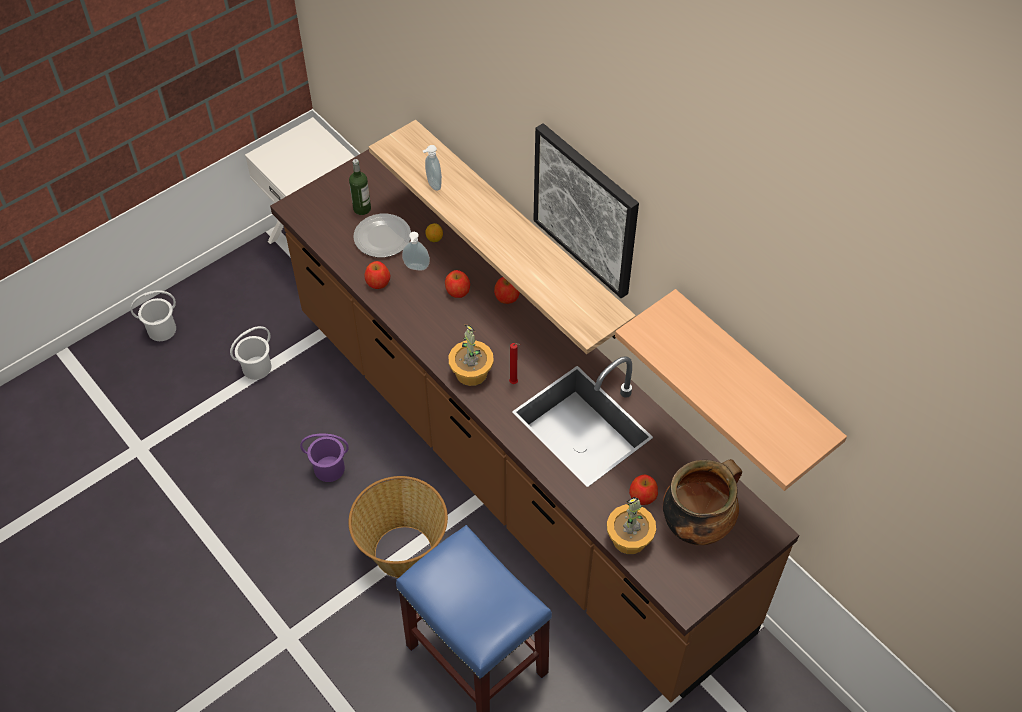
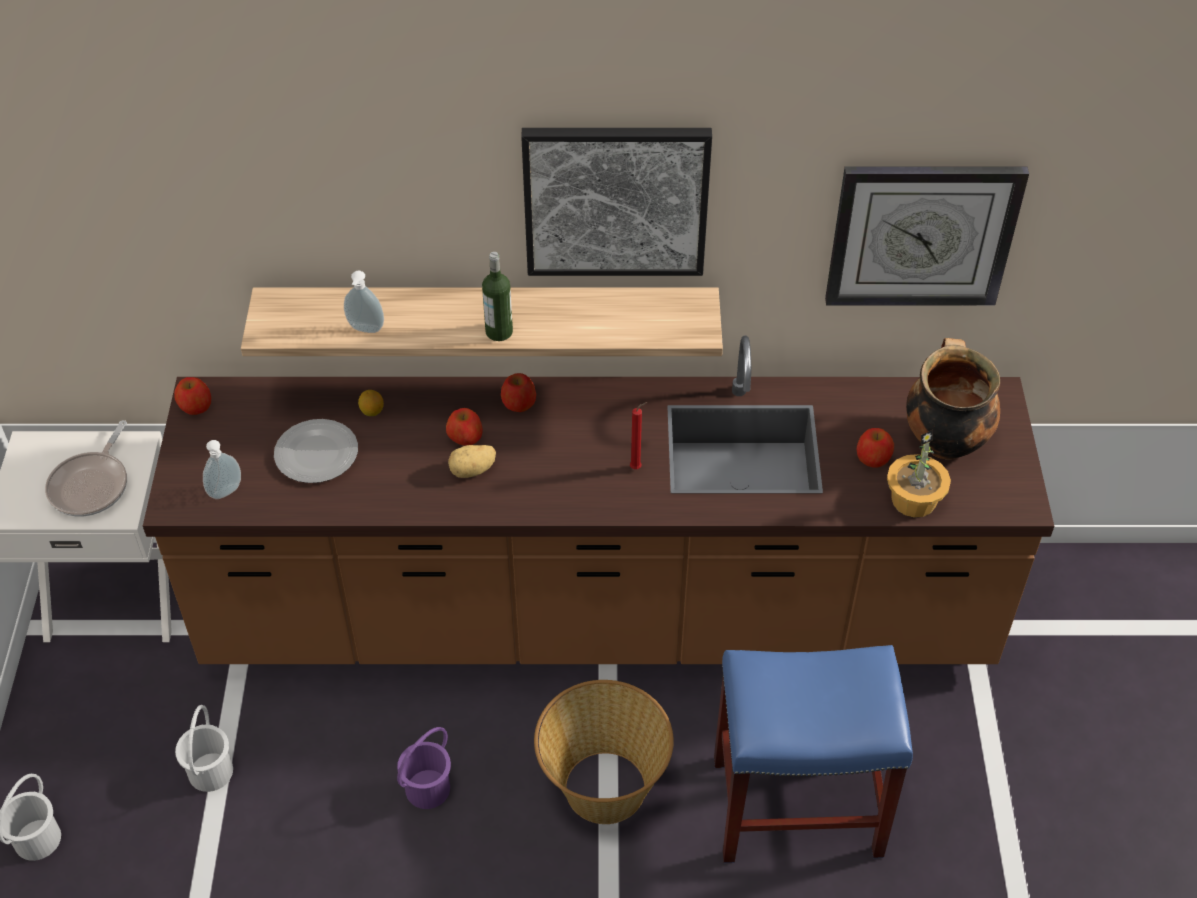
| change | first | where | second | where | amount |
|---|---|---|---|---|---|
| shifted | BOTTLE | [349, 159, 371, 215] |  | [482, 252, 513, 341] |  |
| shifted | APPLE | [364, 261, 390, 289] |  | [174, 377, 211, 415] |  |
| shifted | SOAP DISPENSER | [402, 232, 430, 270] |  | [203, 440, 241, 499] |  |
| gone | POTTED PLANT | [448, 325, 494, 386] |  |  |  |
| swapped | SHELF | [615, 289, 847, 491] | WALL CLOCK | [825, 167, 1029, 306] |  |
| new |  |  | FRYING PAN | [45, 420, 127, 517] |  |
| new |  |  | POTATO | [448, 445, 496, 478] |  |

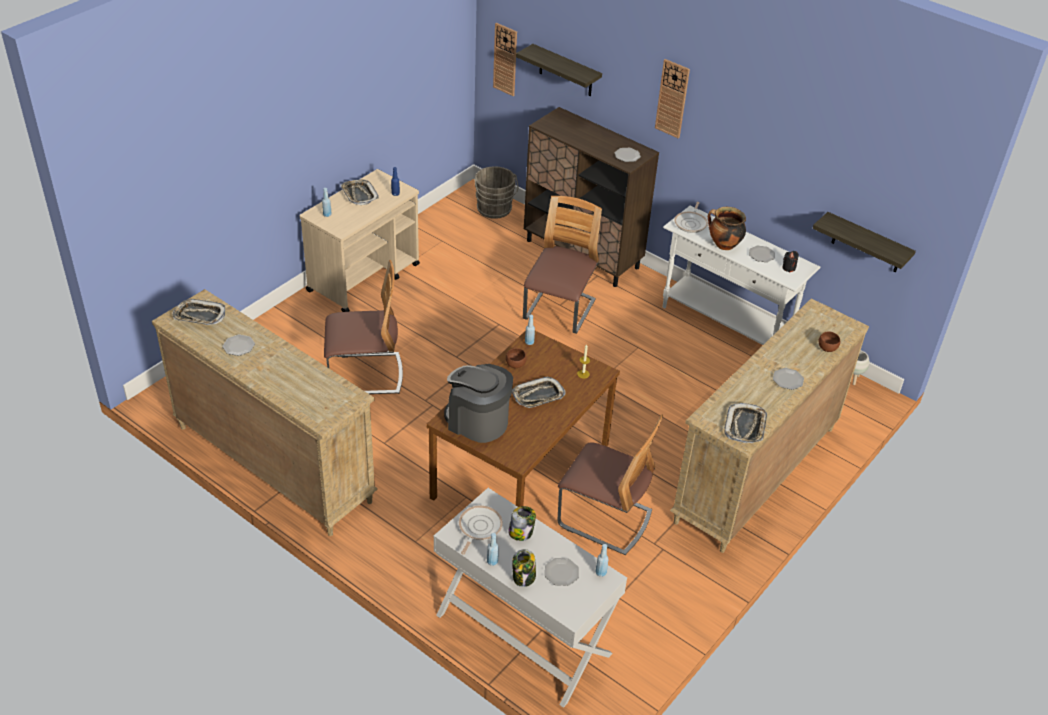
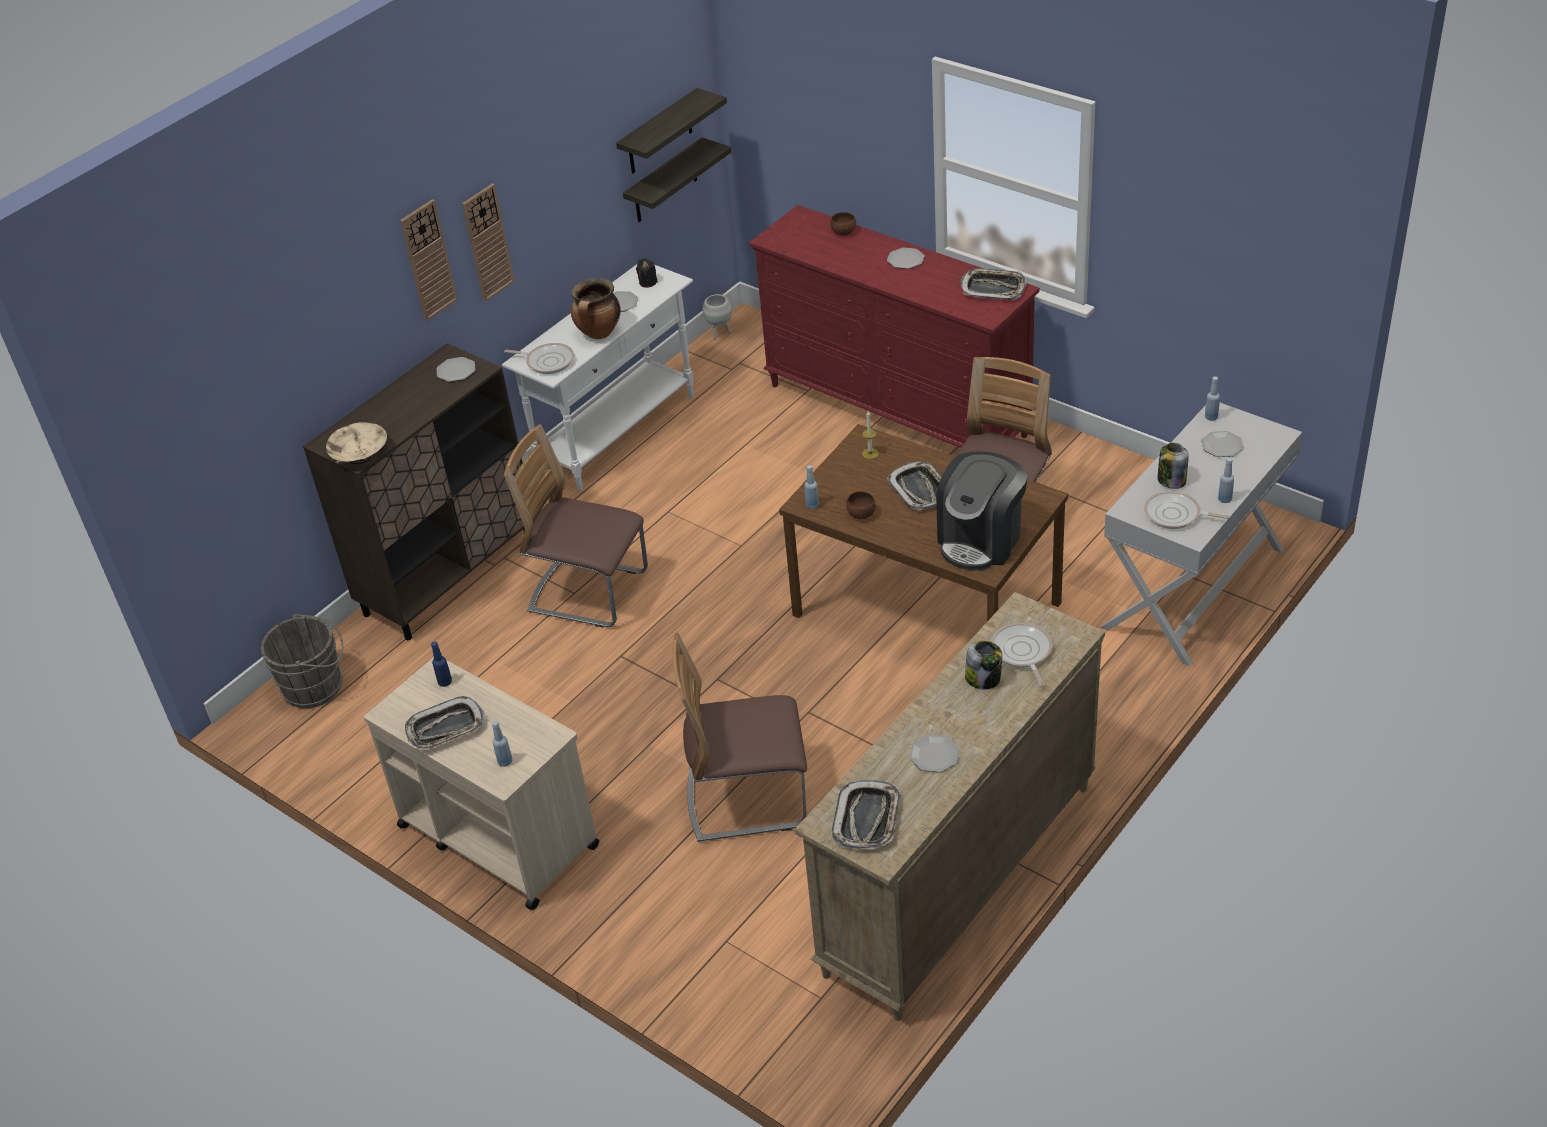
| change | first | where | second | where | amount |
|---|---|---|---|---|---|
| rotated | CHAIR | [324, 260, 403, 394] |  | [672, 632, 807, 842] | 90 degrees counterclockwise |
| shifted | WALL CLOCK | [493, 23, 517, 96] |  | [462, 183, 515, 302] |  |
| shifted | JAR | [512, 549, 536, 587] |  | [965, 641, 1002, 689] |  |
| shifted | SHELF | [516, 44, 602, 96] |  | [616, 88, 727, 174] |  |
| repainted | BEIGE DRESSER | [670, 298, 869, 553] | RED DRESSER | [749, 205, 1040, 448] |  |
| new |  |  | BEIGE BOWL | [326, 422, 387, 464] |  |
| new |  |  | FRYING PAN | [991, 622, 1053, 687] |  |

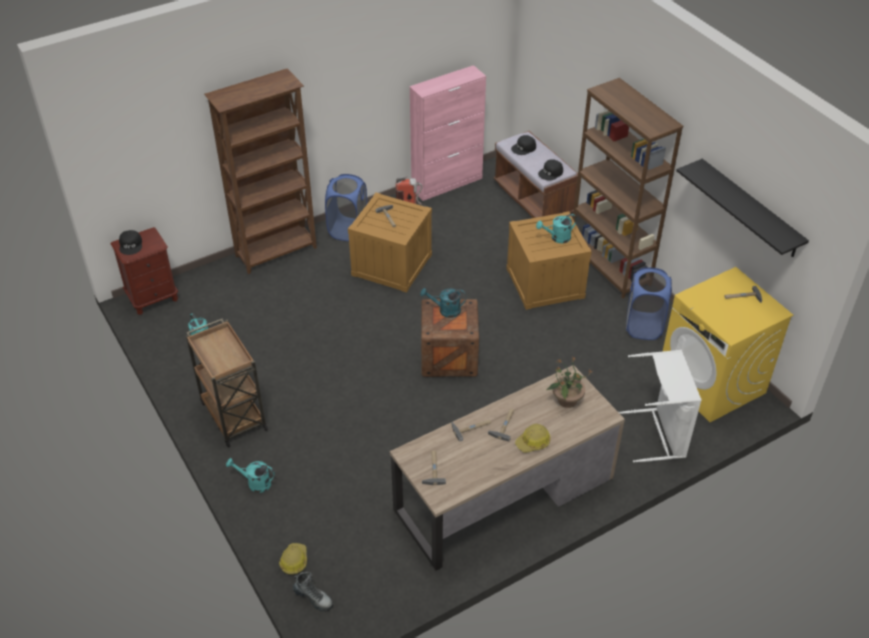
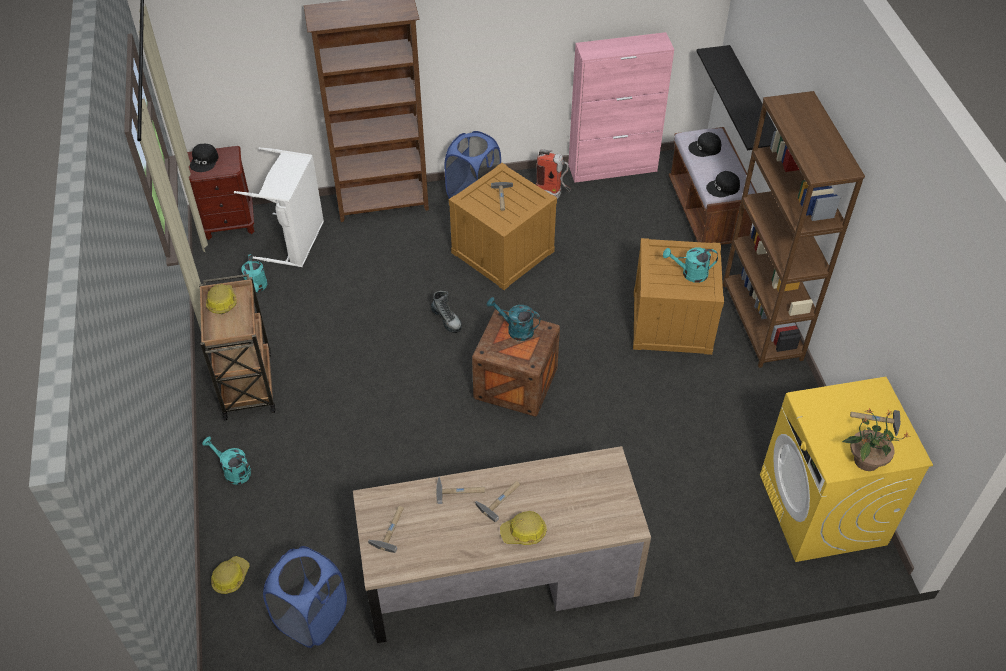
| change | first | where | second | where | amount |
|---|---|---|---|---|---|
| shifted | BOOT | [293, 572, 333, 612] |  | [431, 291, 462, 333] |  |
| shifted | POTTED PLANT | [547, 356, 591, 408] |  | [842, 407, 910, 471] |  |
| shifted | WHITE LAUNDRY BASKET | [619, 350, 702, 462] |  | [234, 147, 324, 267] |  |
| shifted | BLUE LAUNDRY BASKET | [626, 267, 672, 340] |  | [263, 546, 347, 648] |  |
| shifted | BLACK SHELF | [676, 159, 809, 257] |  | [697, 45, 777, 150] |  |
| new |  |  | HARD HAT | [206, 284, 236, 314] |  |

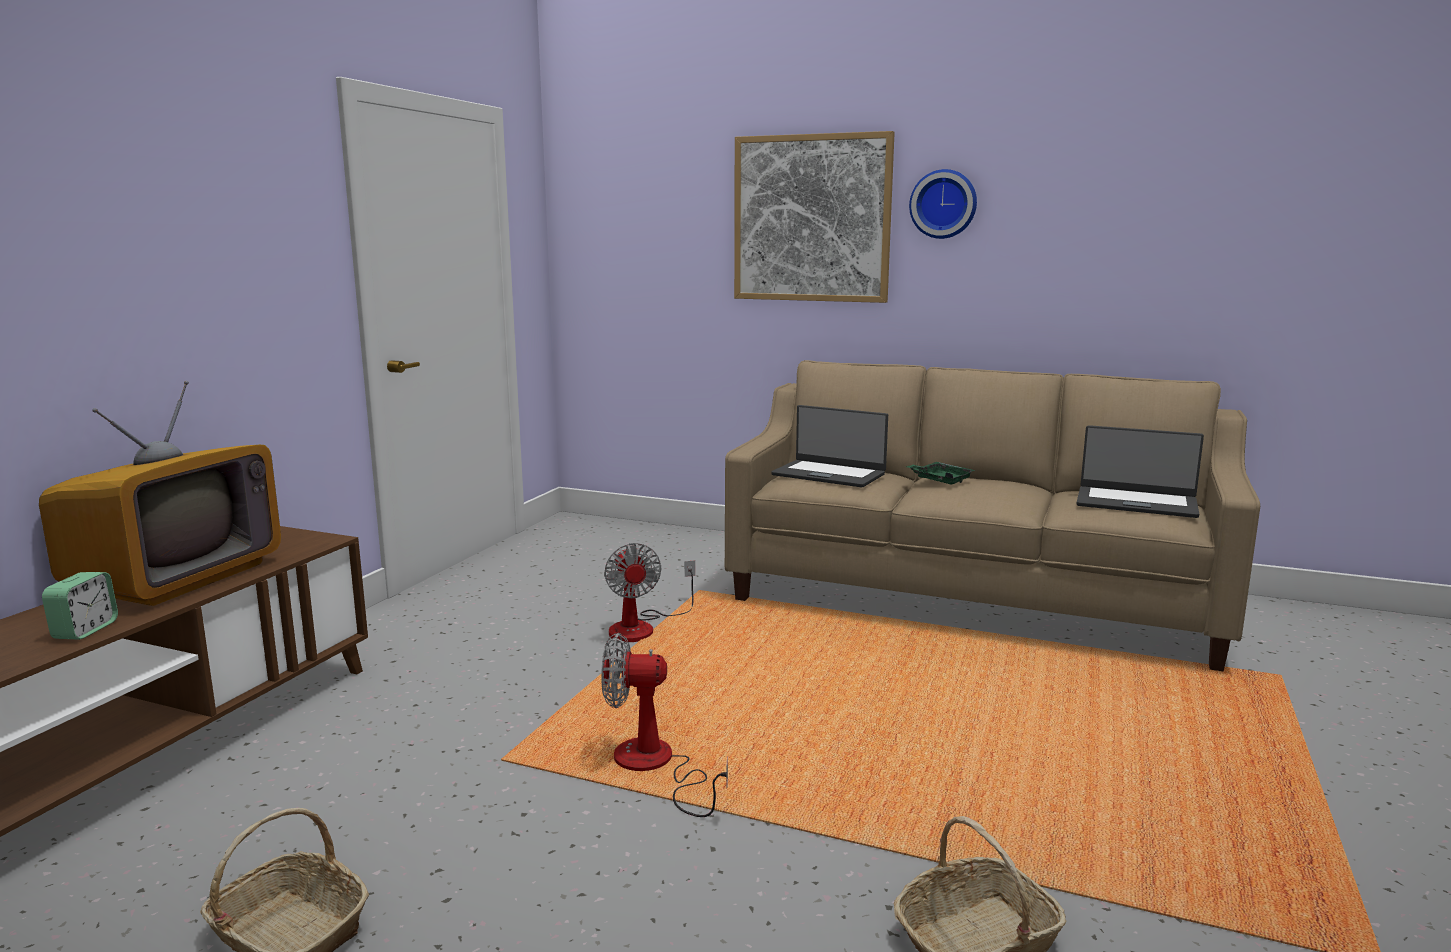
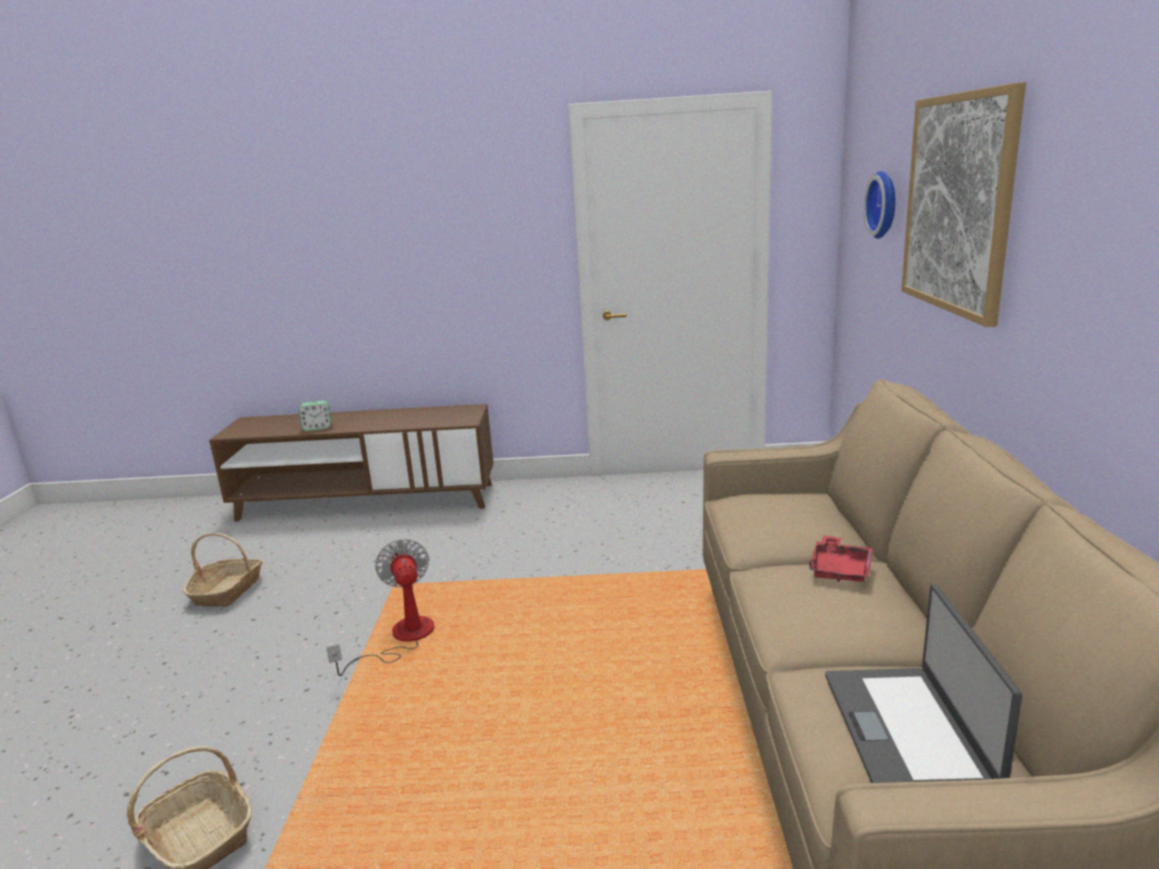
| change | first | where | second | where | amount |
|---|---|---|---|---|---|
| gone | TELEVISION | [39, 381, 281, 606] |  |  |  |
| gone | FAN | [604, 543, 695, 642] |  |  |  |
| gone | LAPTOP | [771, 405, 888, 487] |  |  |  |
| repainted | GREEN TRAY | [907, 462, 975, 484] | RED TRAY | [809, 536, 873, 582] |  |
| shifted | WALL CLOCK | [909, 169, 977, 239] |  | [863, 171, 895, 239] |  |

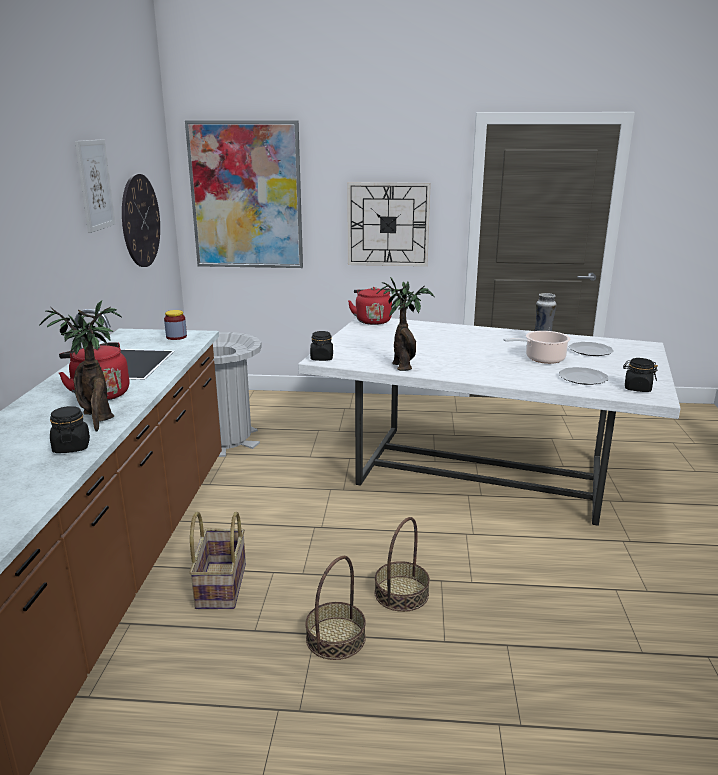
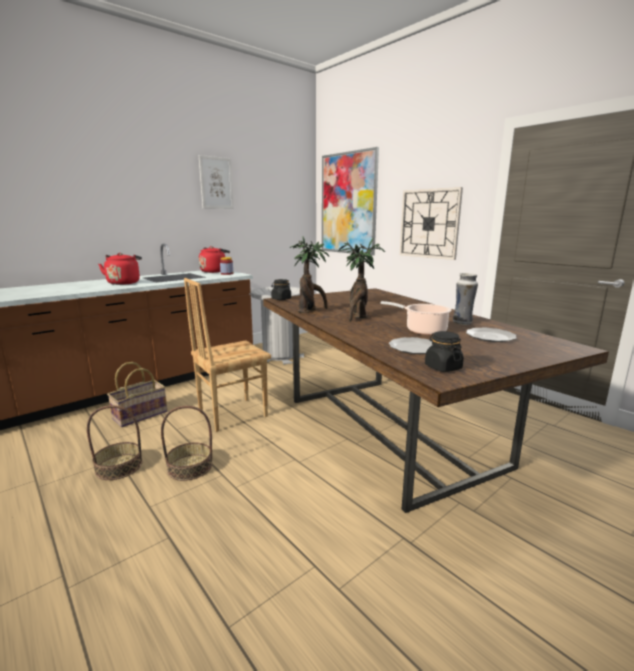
| change | first | where | second | where | amount |
|---|---|---|---|---|---|
| shifted | POTTED PLANT | [40, 301, 122, 432] |  | [338, 238, 385, 322] |  |
| gone | BLACK JAR | [50, 406, 90, 453] |  |  |  |
| gone | WALL CLOCK | [122, 174, 160, 267] |  |  |  |
| repainted | WHITE DINING TABLE | [298, 317, 681, 526] | BROWN DINING TABLE | [263, 288, 609, 513] |  |
| shifted | RED KETTLE | [348, 287, 392, 325] |  | [199, 246, 230, 273] |  |
| new |  |  | BROWN CHAIR | [184, 278, 271, 432] |  |

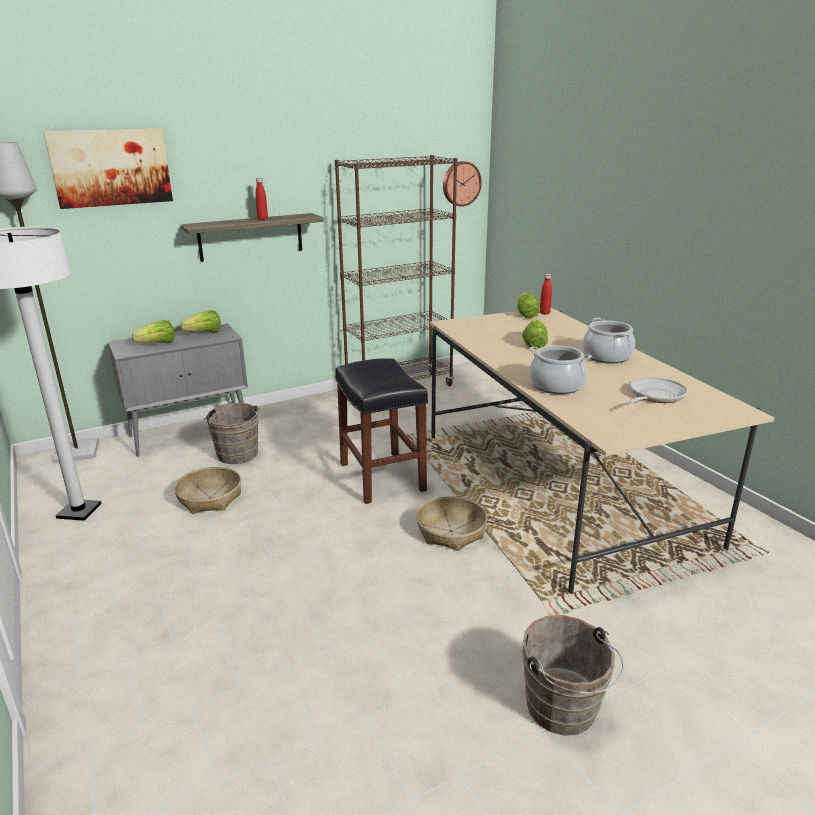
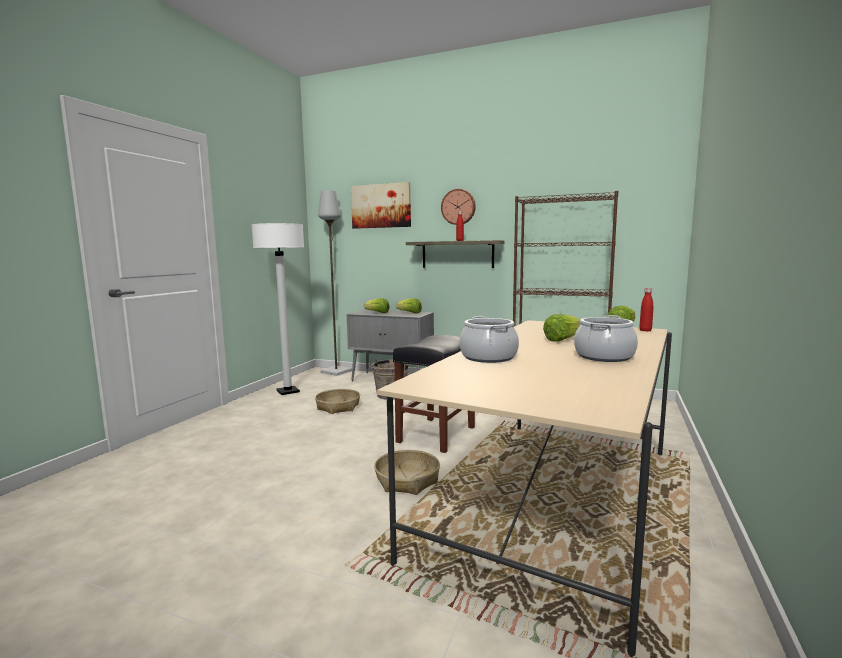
| change | first | where | second | where | amount |
|---|---|---|---|---|---|
| shifted | WALL CLOCK | [443, 161, 482, 207] |  | [441, 189, 476, 225] |  |
| gone | BROWN BUCKET | [522, 615, 624, 736] |  |  |  |
| gone | FRYING PAN | [625, 377, 688, 405] |  |  |  |

